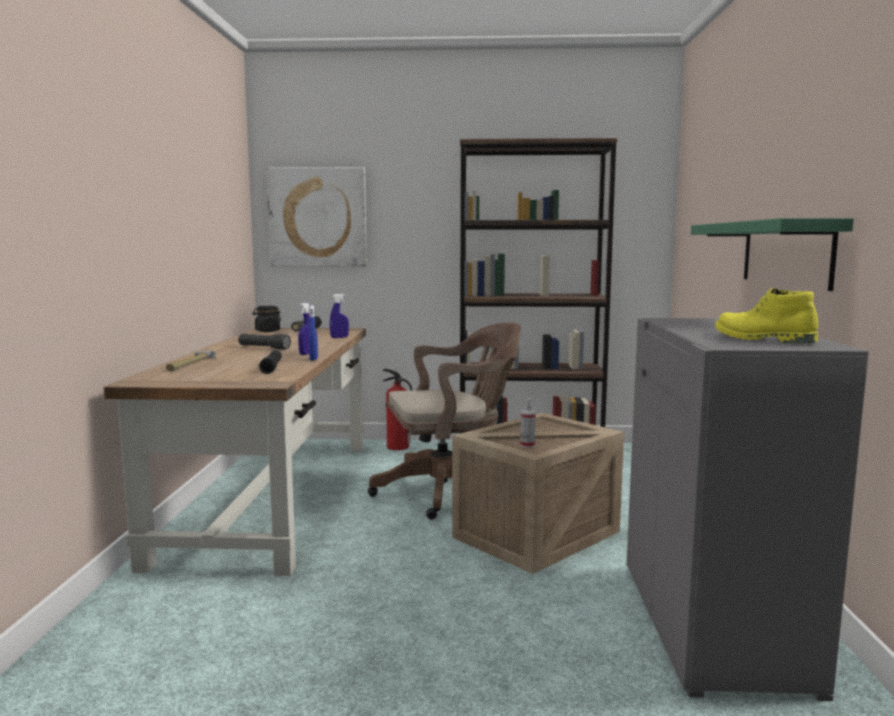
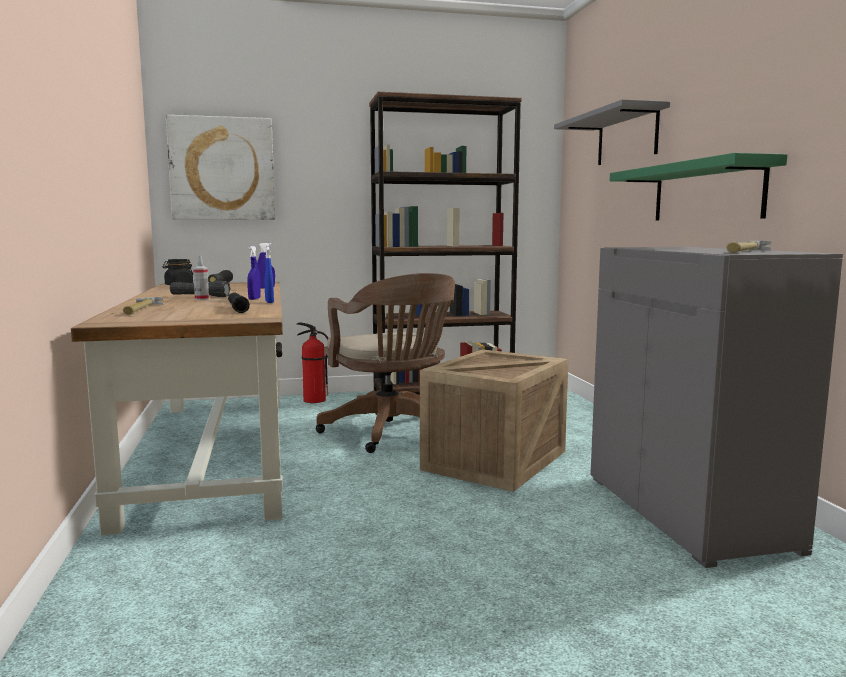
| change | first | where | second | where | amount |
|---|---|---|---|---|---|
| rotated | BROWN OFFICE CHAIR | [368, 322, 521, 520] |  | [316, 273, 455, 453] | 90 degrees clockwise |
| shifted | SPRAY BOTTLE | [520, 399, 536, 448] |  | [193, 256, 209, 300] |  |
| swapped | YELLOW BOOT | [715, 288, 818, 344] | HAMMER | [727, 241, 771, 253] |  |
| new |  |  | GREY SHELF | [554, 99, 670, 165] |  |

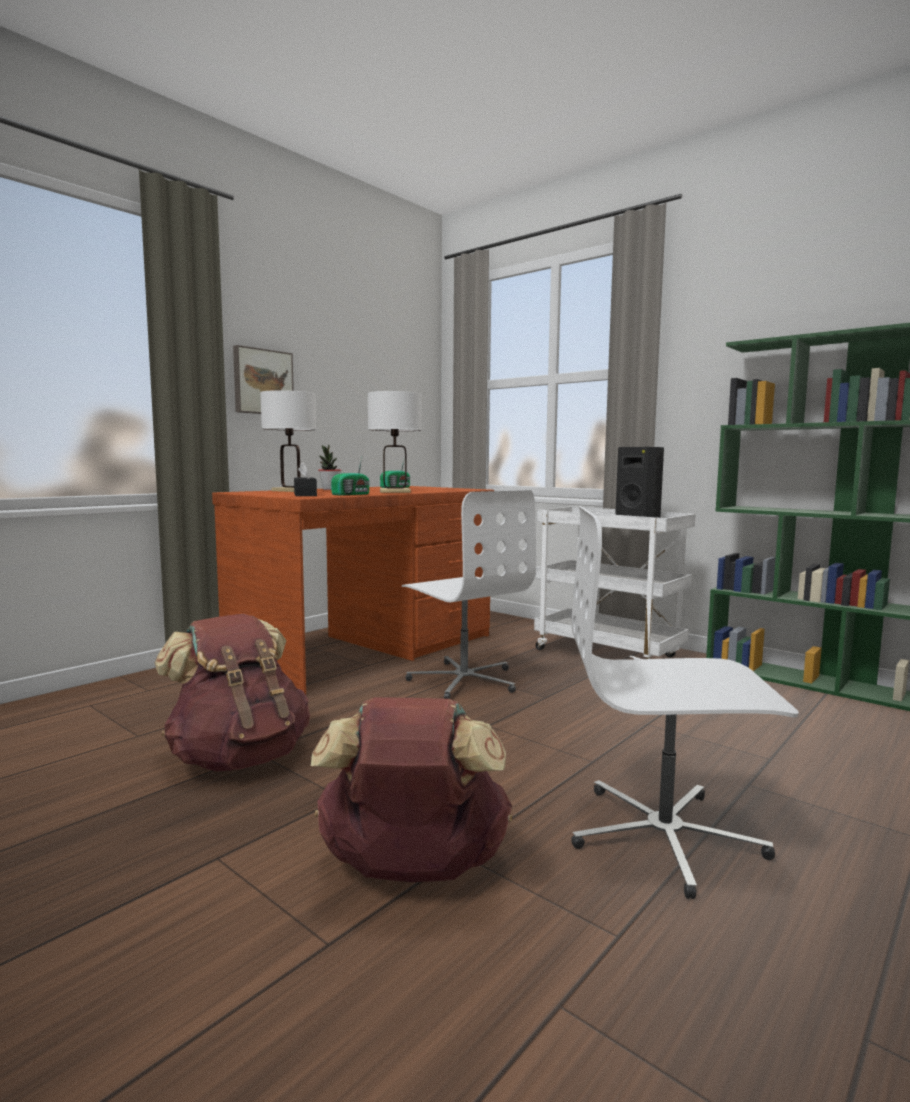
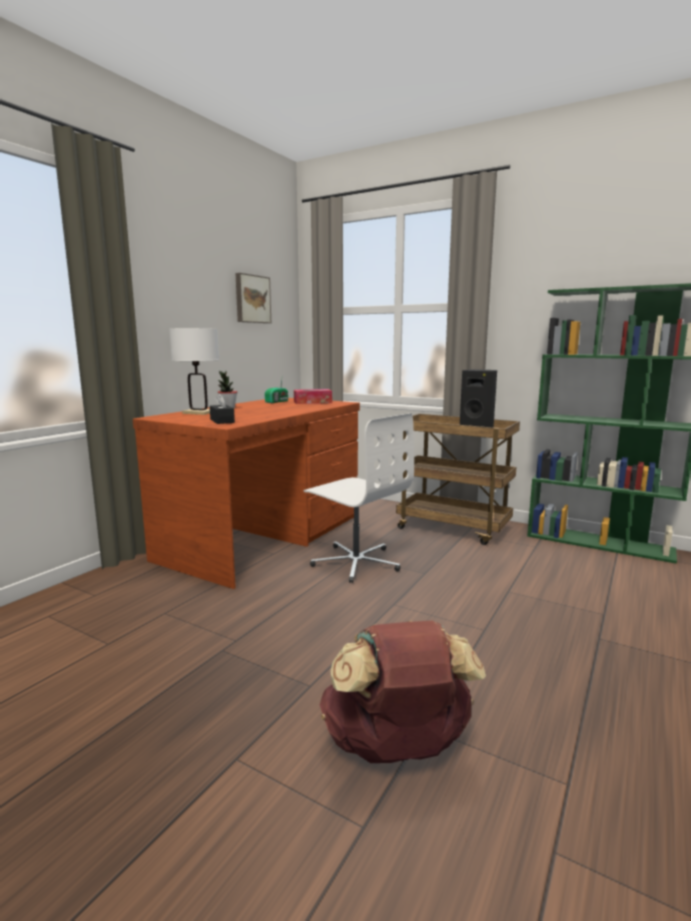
| change | first | where | second | where | amount |
|---|---|---|---|---|---|
| gone | BROWN BACKPACK | [154, 614, 310, 772] |  |  |  |
| shifted | PICTURE | [233, 345, 294, 414] |  | [235, 273, 271, 323] |  |
| gone | RADIO | [331, 458, 370, 496] |  |  |  |
| gone | WHITE TABLE LAMP | [368, 391, 422, 493] |  |  |  |
| repainted | WHITE CART | [534, 507, 696, 659] | BROWN CART | [396, 414, 520, 545] |  |
| gone | WHITE OFFICE CHAIR | [571, 506, 799, 899] |  |  |  |
| new |  |  | TISSUE BOX | [294, 389, 332, 404] |  |

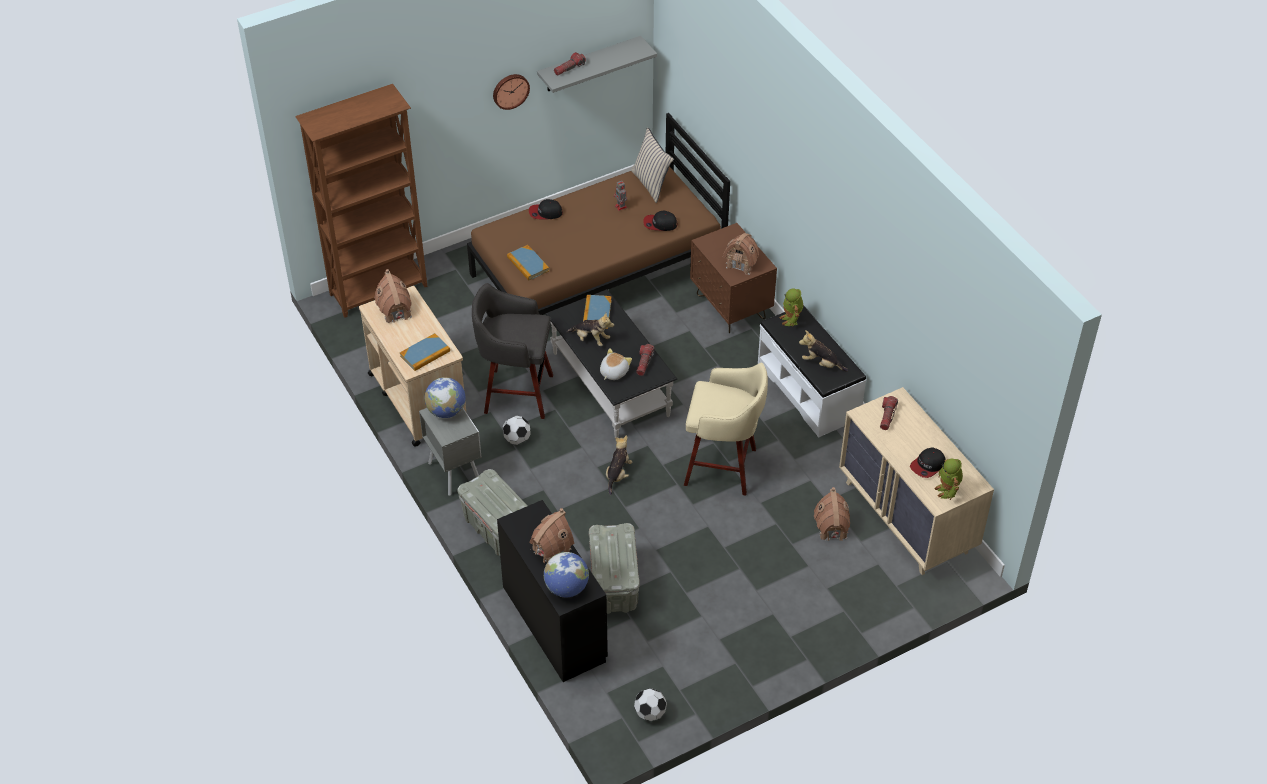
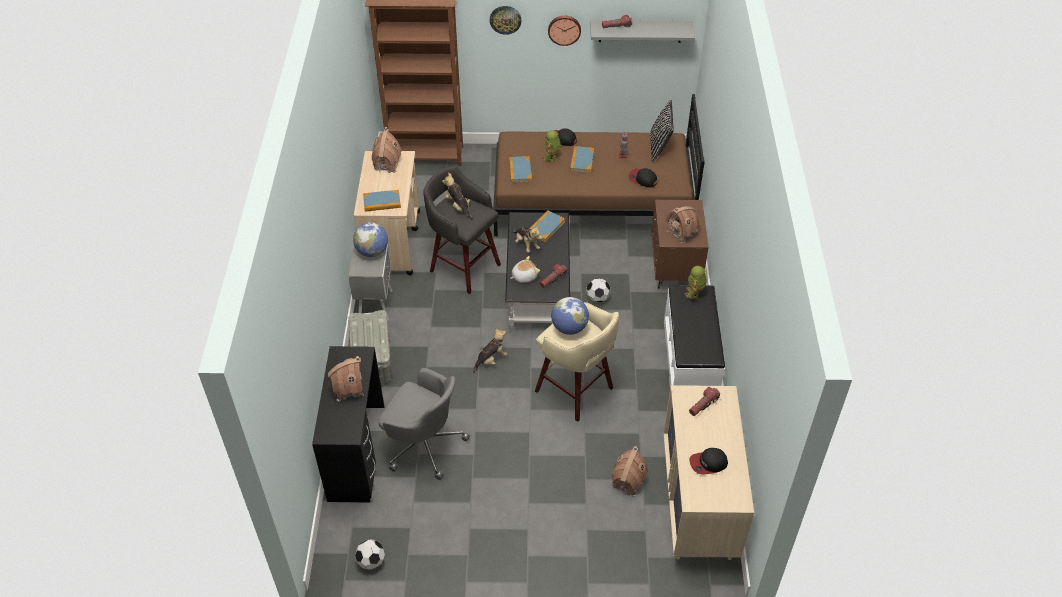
| change | first | where | second | where | amount |
|---|---|---|---|---|---|
| shifted | FOOTBALL | [503, 416, 531, 445] |  | [586, 279, 611, 302] |  |
| shifted | GLOBE | [544, 552, 589, 598] |  | [551, 297, 589, 335] |  |
| swapped | GREY STORAGE BOX | [589, 523, 640, 614] | GREY OFFICE CHAIR | [378, 368, 470, 480] |  |
| repainted | BEIGE PILLOW | [631, 127, 674, 203] | BLACK PILLOW | [650, 99, 674, 163] |  |
| shifted | PLUSH TOY | [799, 330, 848, 371] |  | [442, 173, 474, 220] |  |
| shifted | TOY ROBOT | [934, 459, 963, 500] |  | [542, 130, 561, 162] |  |
| new |  |  | WALL CLOCK | [490, 6, 521, 35] |  |
| new |  |  | BOOK | [570, 146, 594, 173] |  |

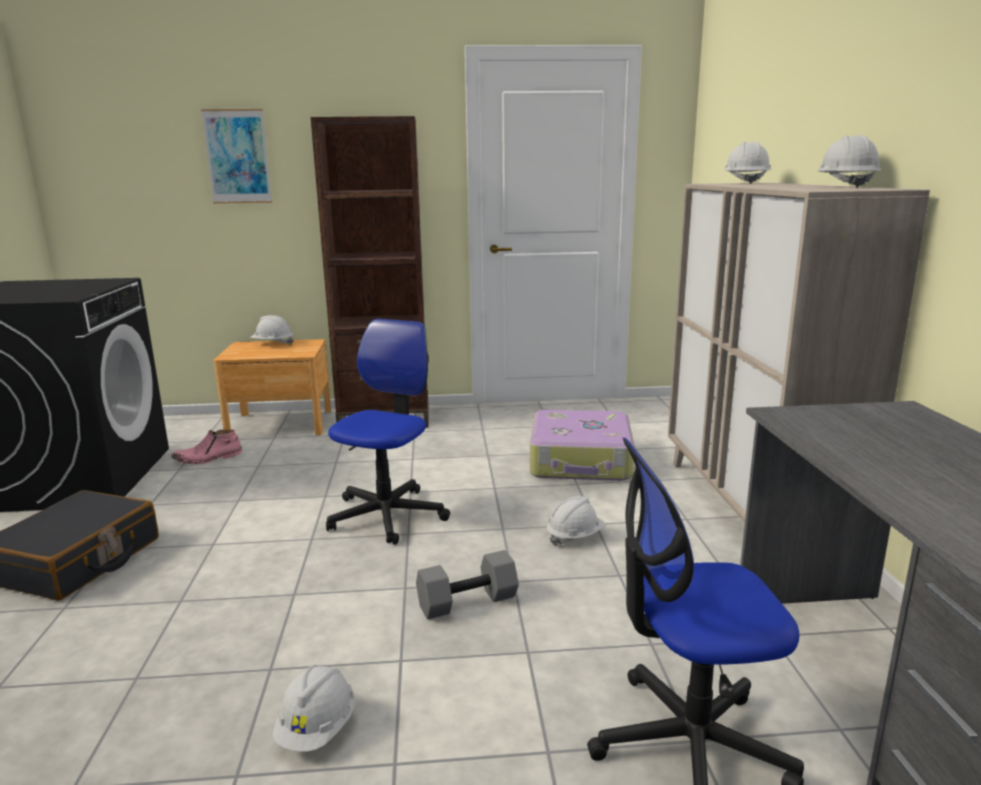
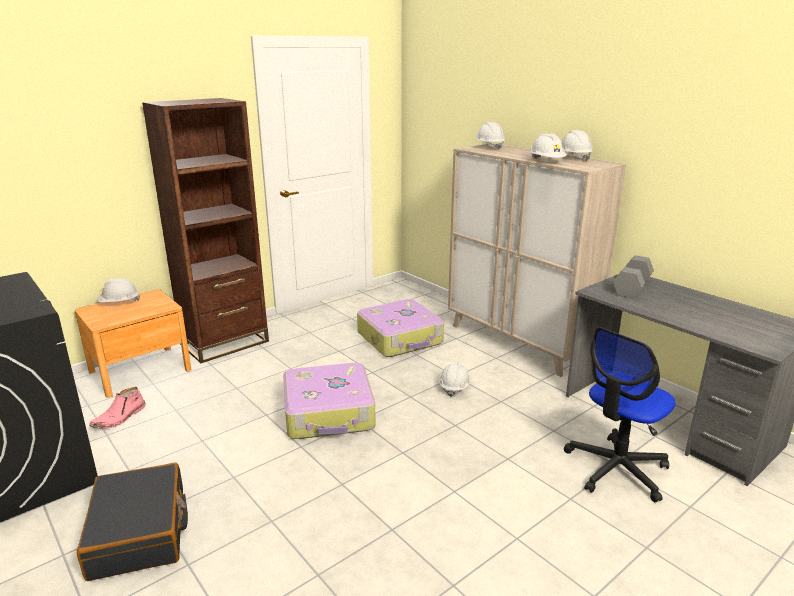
| change | first | where | second | where | amount |
|---|---|---|---|---|---|
| gone | PICTURE | [201, 109, 272, 204] |  |  |  |
| shifted | WHITE HARD HAT | [272, 665, 355, 752] |  | [530, 133, 567, 159] |  |
| swapped | OFFICE CHAIR | [326, 319, 450, 545] | SUITCASE | [283, 363, 376, 439] |  |
| shifted | GREY DUMBBELL | [416, 550, 519, 620] |  | [613, 255, 654, 298] |  |

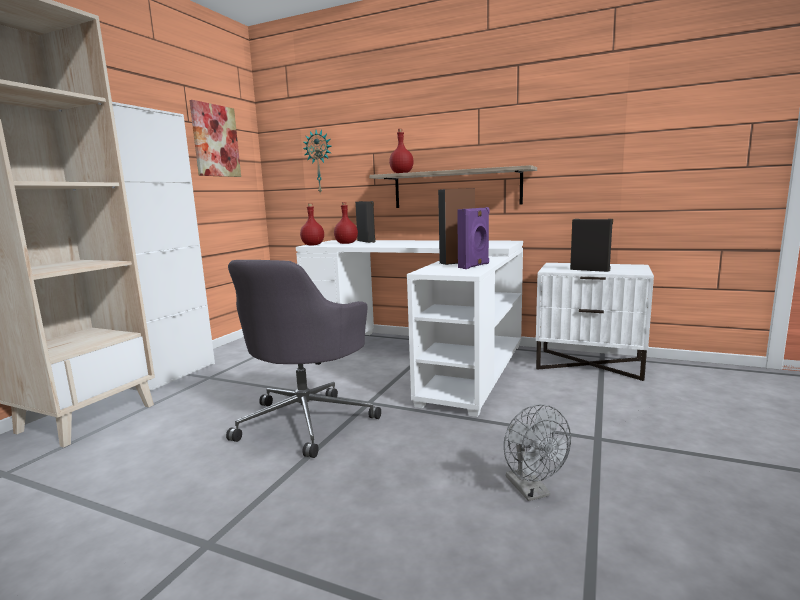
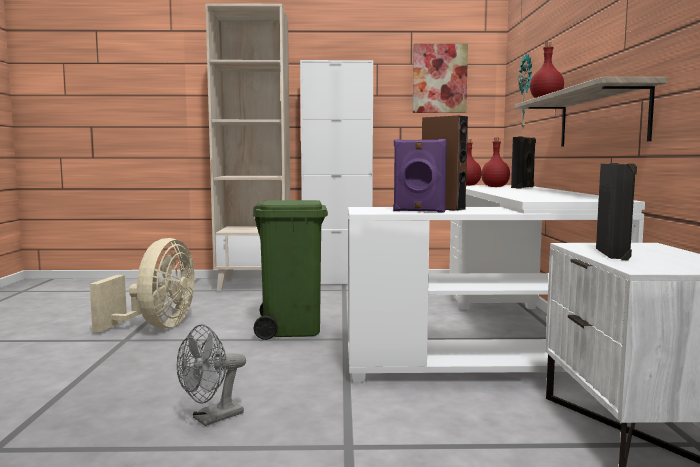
| change | first | where | second | where | amount |
|---|---|---|---|---|---|
| swapped | GREY OFFICE CHAIR | [226, 260, 381, 458] | GREEN TRASH CAN | [253, 200, 328, 340] |  |
| new |  |  | BEIGE FAN | [90, 238, 195, 332] |  |

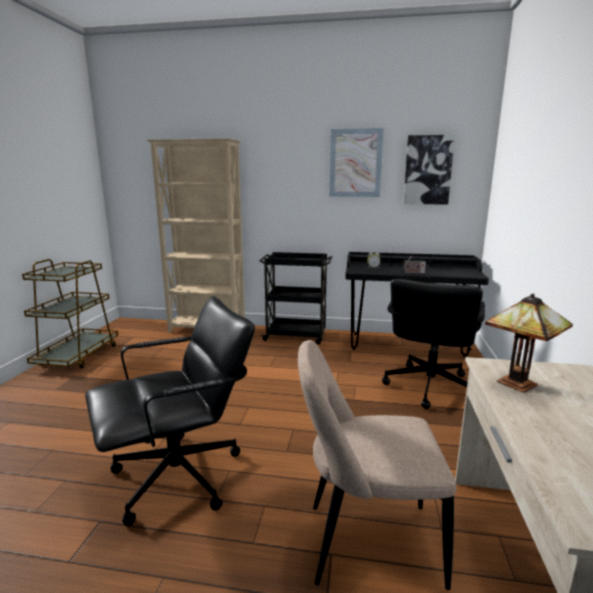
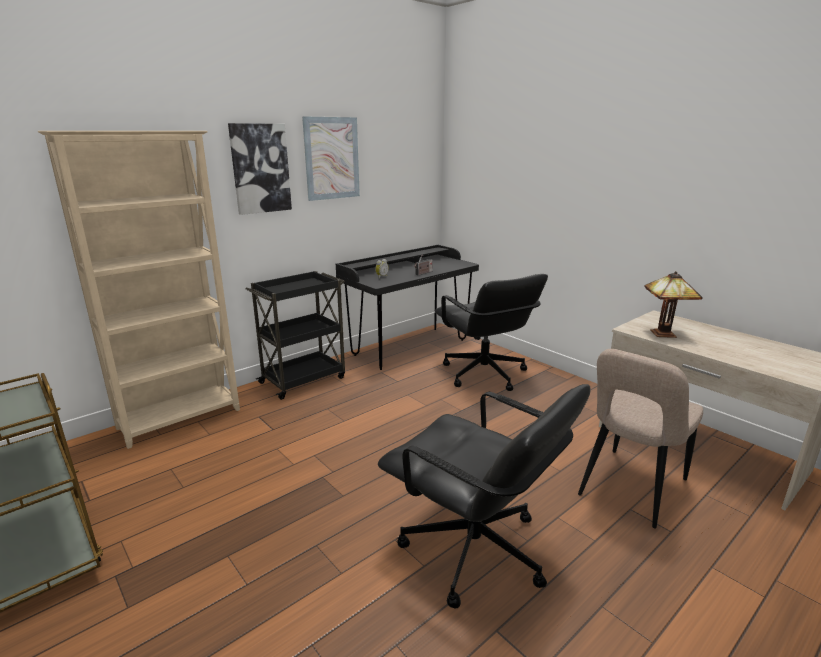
| change | first | where | second | where | amount |
|---|---|---|---|---|---|
| rotated | BLACK OFFICE CHAIR | [85, 296, 255, 526] |  | [378, 384, 591, 609] | 120 degrees clockwise |
| shifted | PICTURE | [403, 135, 455, 205] |  | [228, 123, 292, 215] |  |

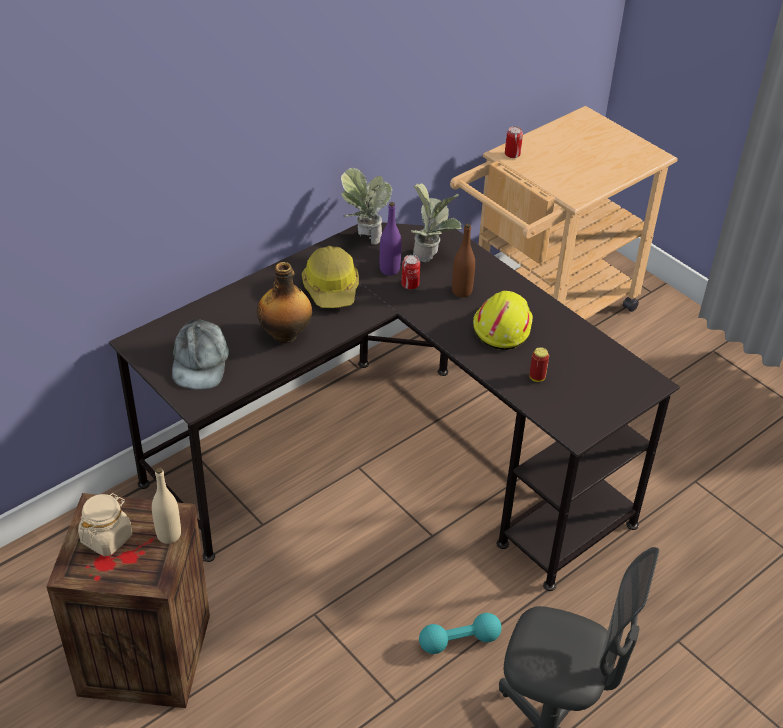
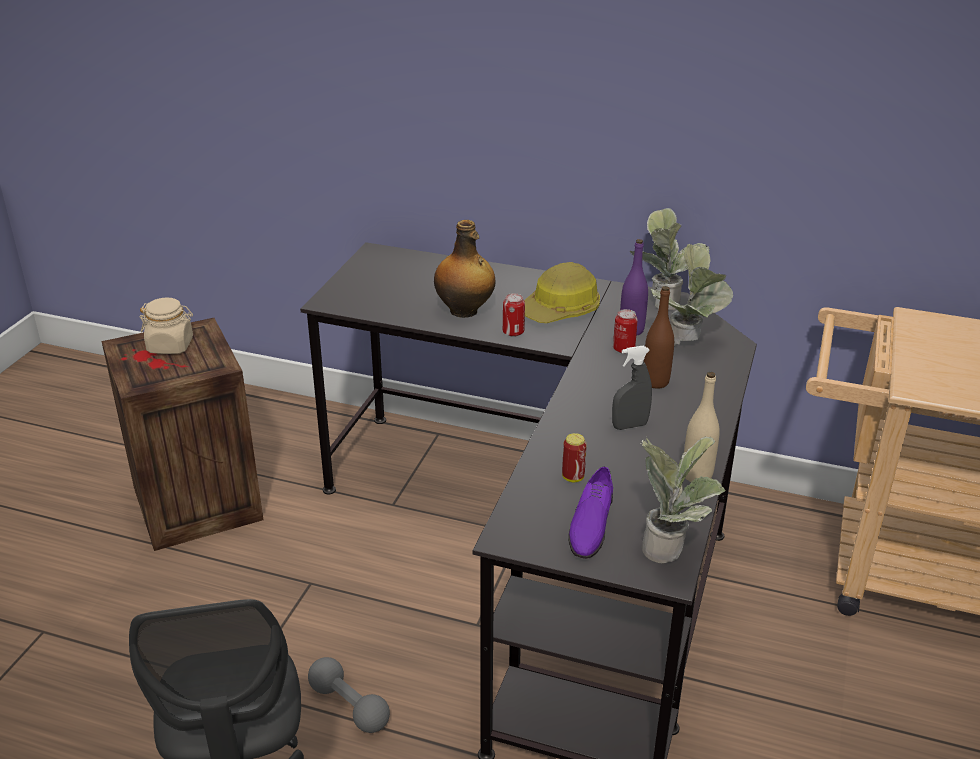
| change | first | where | second | where | amount |
|---|---|---|---|---|---|
| shifted | BEIGE BOTTLE | [152, 468, 181, 544] |  | [684, 372, 720, 482] |  |
| gone | GREY CAP | [172, 318, 229, 390] |  |  |  |
| repainted | TURQUOISE DUMBBELL | [419, 613, 501, 654] | GREY DUMBBELL | [308, 657, 390, 733] |  |
| swapped | YELLOW HARD HAT | [473, 291, 533, 350] | GREY SPRAY BOTTLE | [612, 346, 652, 430] |  |
| shifted | CAN | [505, 126, 523, 158] |  | [503, 293, 525, 337] |  |
| new |  |  | PURPLE SHOE | [569, 467, 613, 559] |  |
| new |  |  | POTTED PLANT | [642, 436, 726, 564] |  |

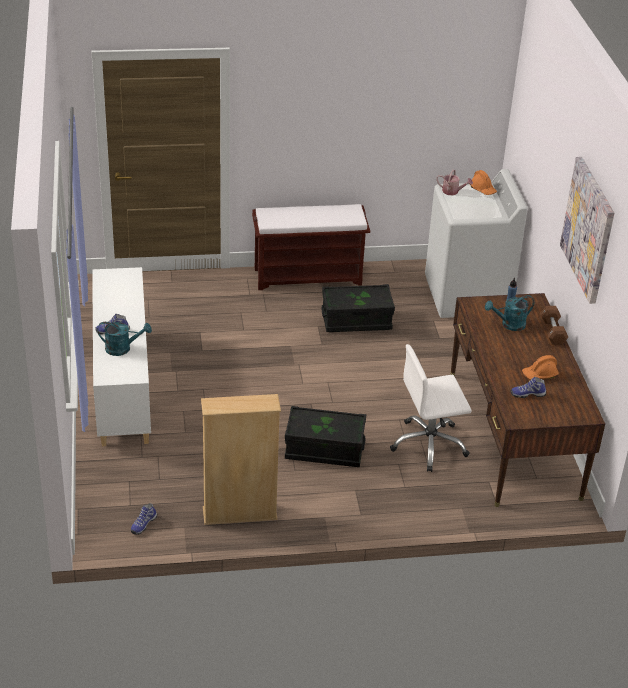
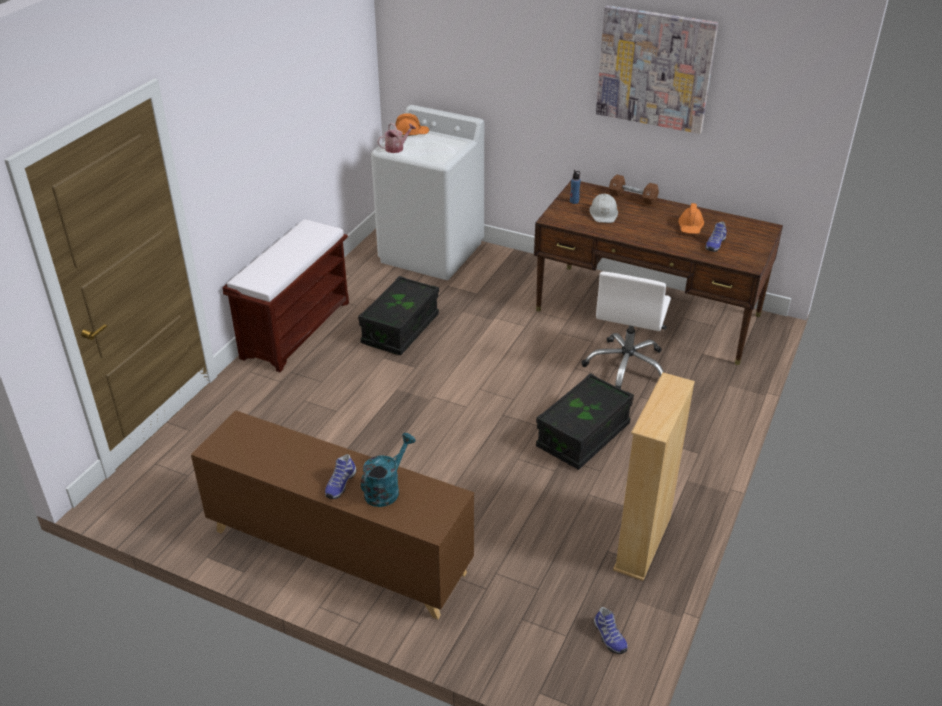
| change | first | where | second | where | amount |
|---|---|---|---|---|---|
| repainted | WHITE CABINET | [92, 267, 151, 447] | BROWN CABINET | [191, 410, 474, 619] |  |
| swapped | TURQUOISE WATERING CAN | [485, 295, 534, 331] | WHITE HARD HAT | [589, 193, 618, 223] |  |

